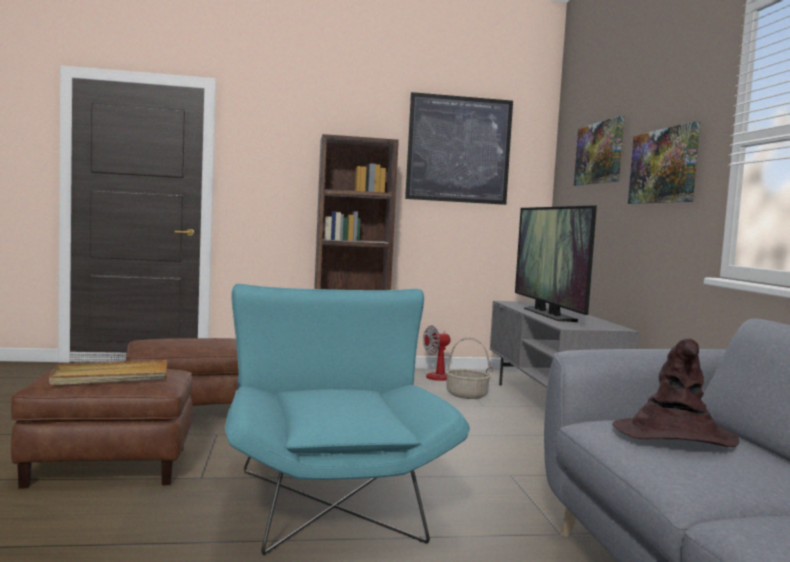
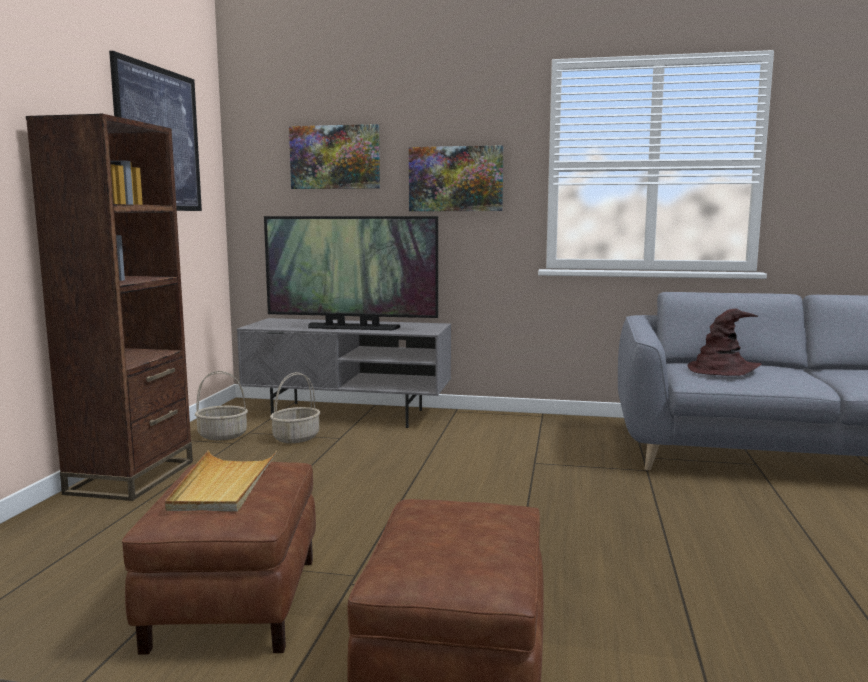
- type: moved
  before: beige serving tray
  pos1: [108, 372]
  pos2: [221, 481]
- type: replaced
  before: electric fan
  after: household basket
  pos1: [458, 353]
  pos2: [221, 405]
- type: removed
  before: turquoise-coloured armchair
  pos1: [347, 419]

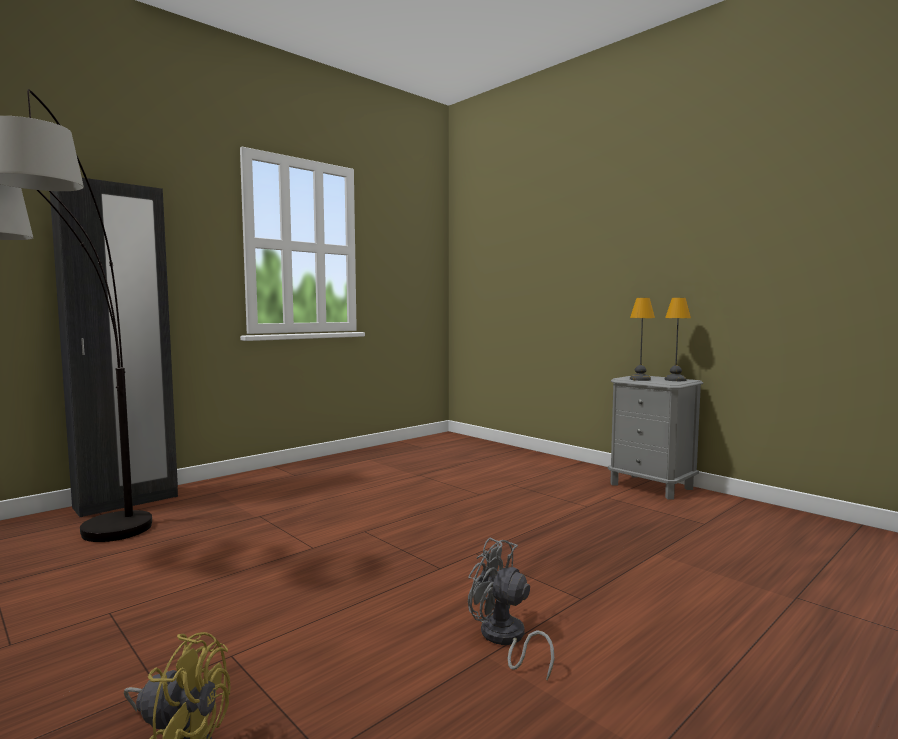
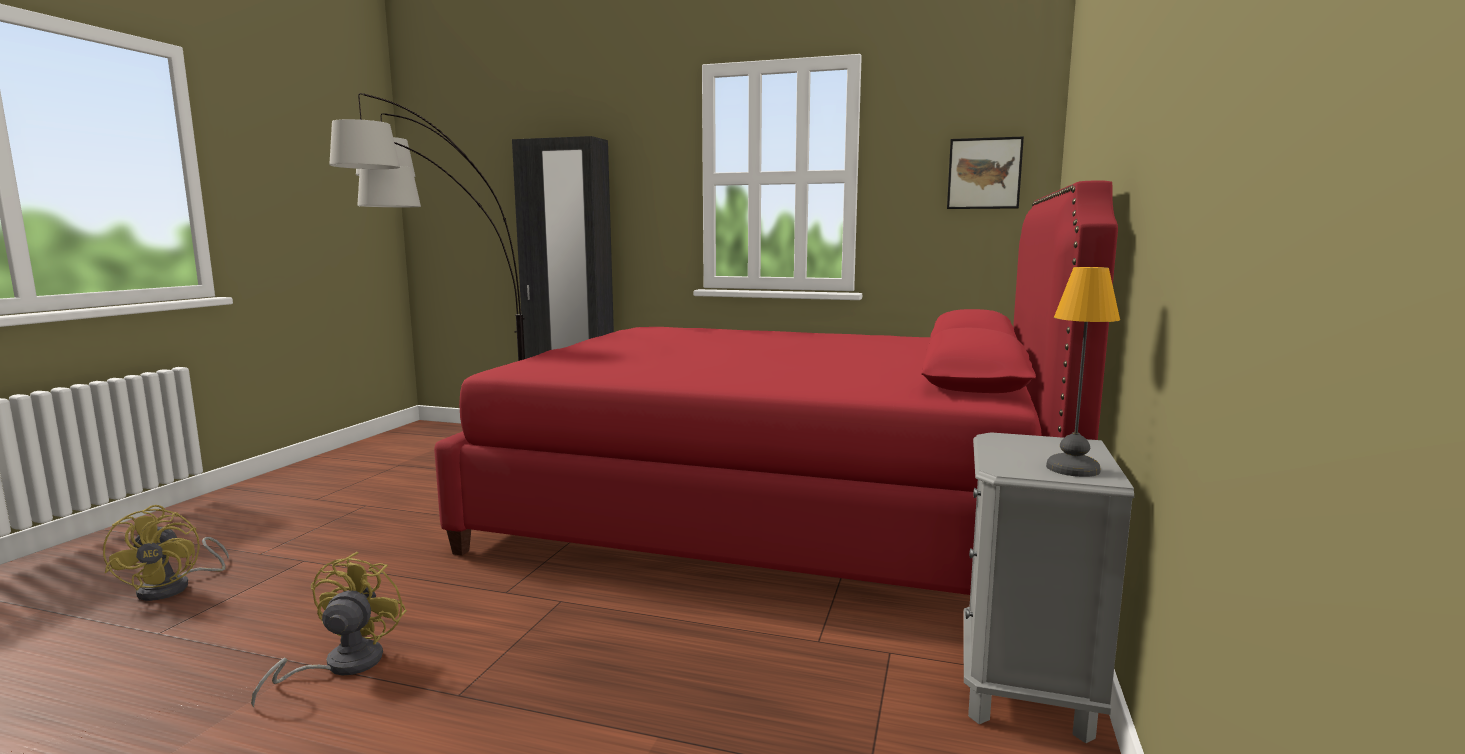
- type: recoloured
  before: grey electric fan
  after: yellow electric fan
  pos1: [511, 609]
  pos2: [329, 629]
- type: added
  after: reddish bedroom bed
  pos2: [776, 387]
- type: added
  after: wall picture
  pos2: [985, 172]
- type: removed
  before: lamp for a table
  pos1: [642, 339]

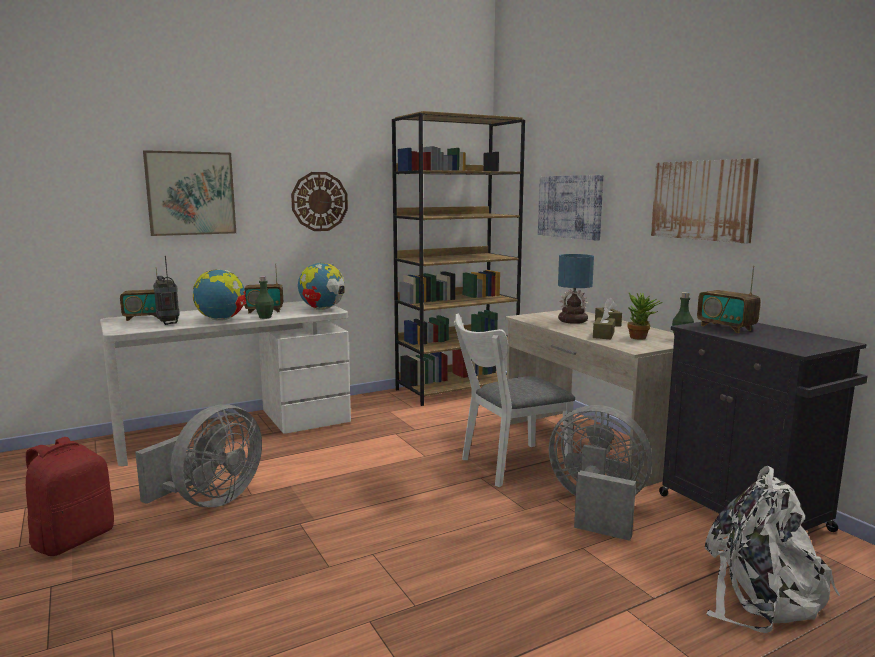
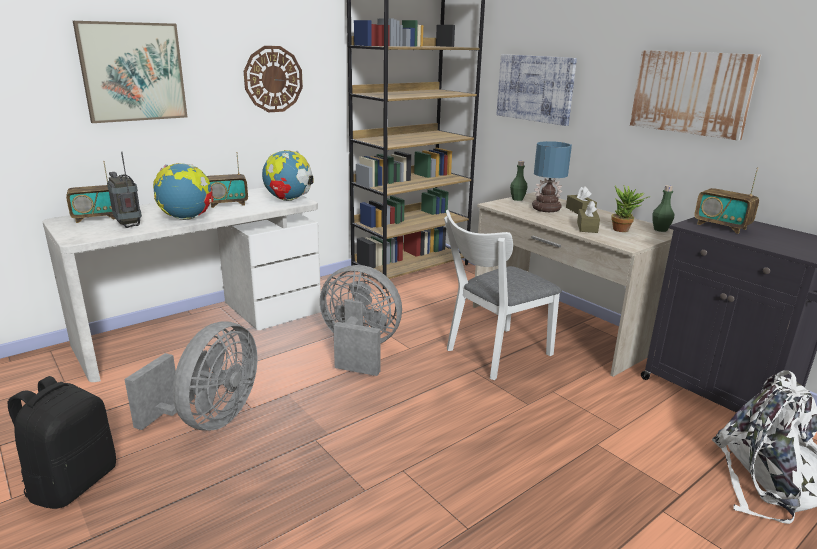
- type: recoloured
  before: reddish backpack
  after: black-coloured backpack
  pos1: [70, 496]
  pos2: [61, 442]
- type: moved
  before: grey electric fan
  pos1: [600, 473]
  pos2: [361, 320]
- type: moved
  before: green-coloured drink bottle
  pos1: [264, 297]
  pos2: [518, 181]

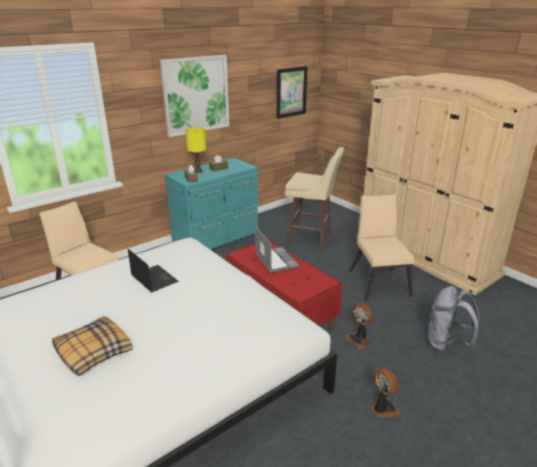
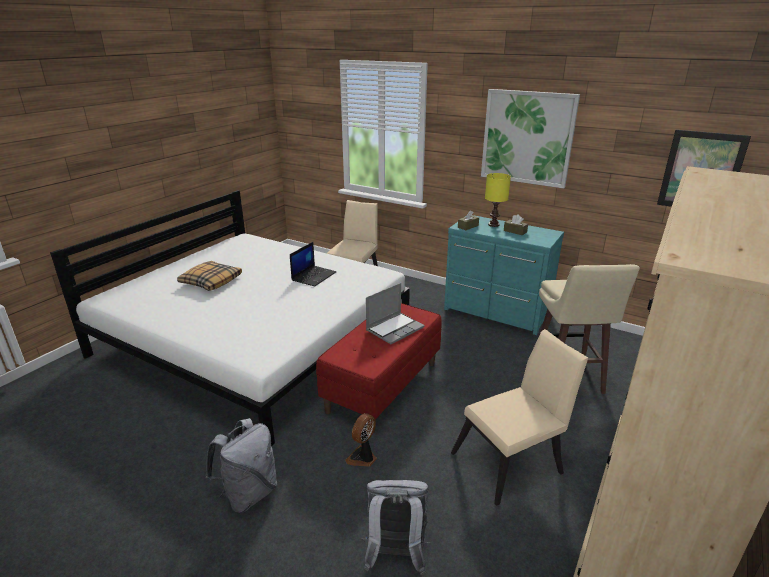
- type: replaced
  before: electric fan
  after: grey backpack
  pos1: [385, 392]
  pos2: [242, 465]

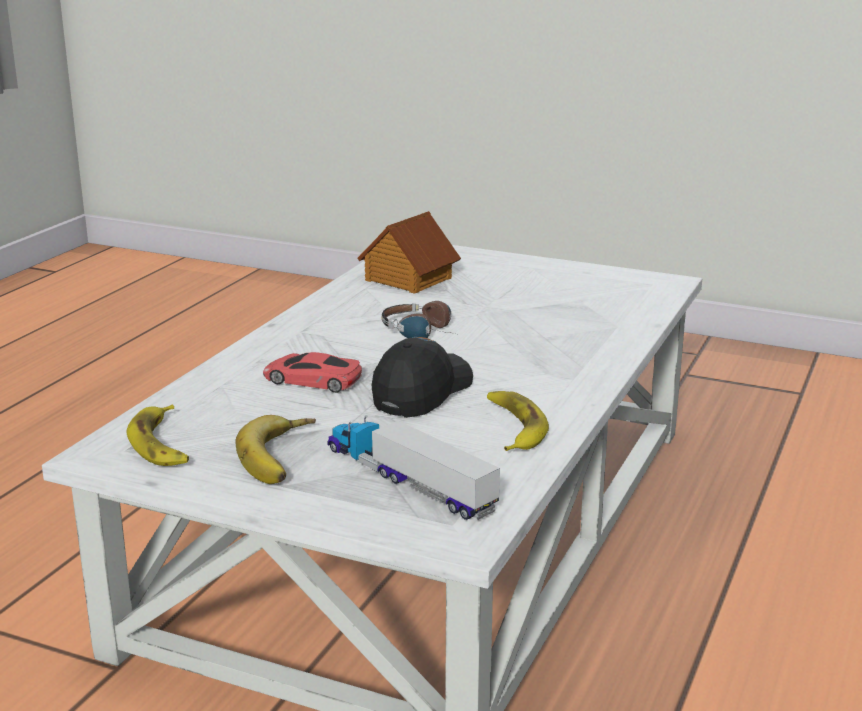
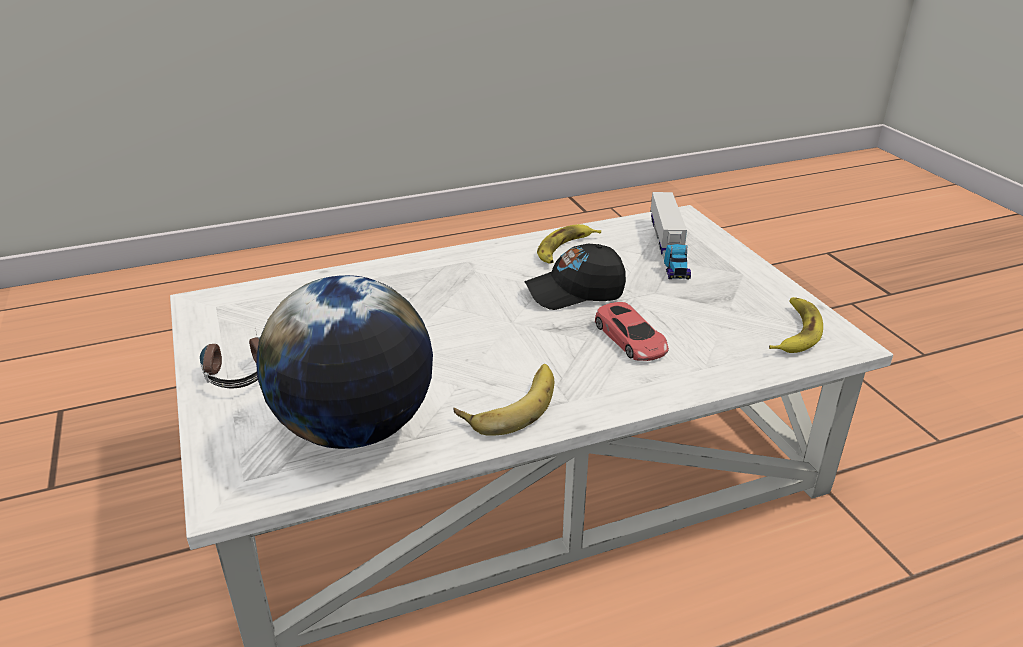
- type: moved
  before: headset
  pos1: [420, 319]
  pos2: [230, 357]
- type: replaced
  before: toy house
  after: desk globe
  pos1: [409, 252]
  pos2: [344, 362]
- type: moved
  before: banana fruit
  pos1: [275, 449]
  pos2: [503, 400]

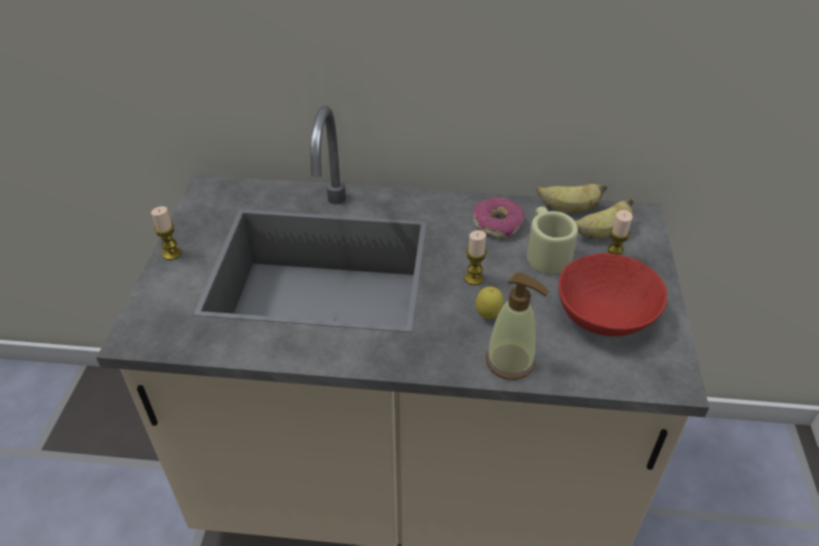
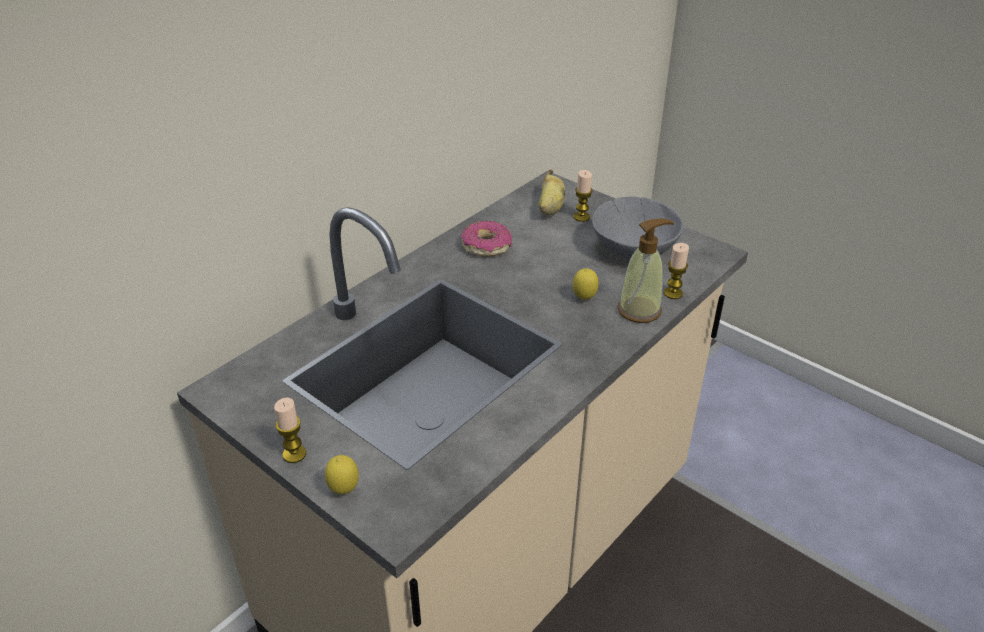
- type: added
  after: lemon
  pos2: [342, 474]
- type: recoloured
  before: reddish bowl
  after: grey bowl
  pos1: [613, 294]
  pos2: [638, 228]
- type: moved
  before: candle
  pos1: [476, 257]
  pos2: [676, 271]
- type: removed
  before: beige coffee mug
  pos1: [552, 240]
- type: removed
  before: banana fruit
  pos1: [572, 198]

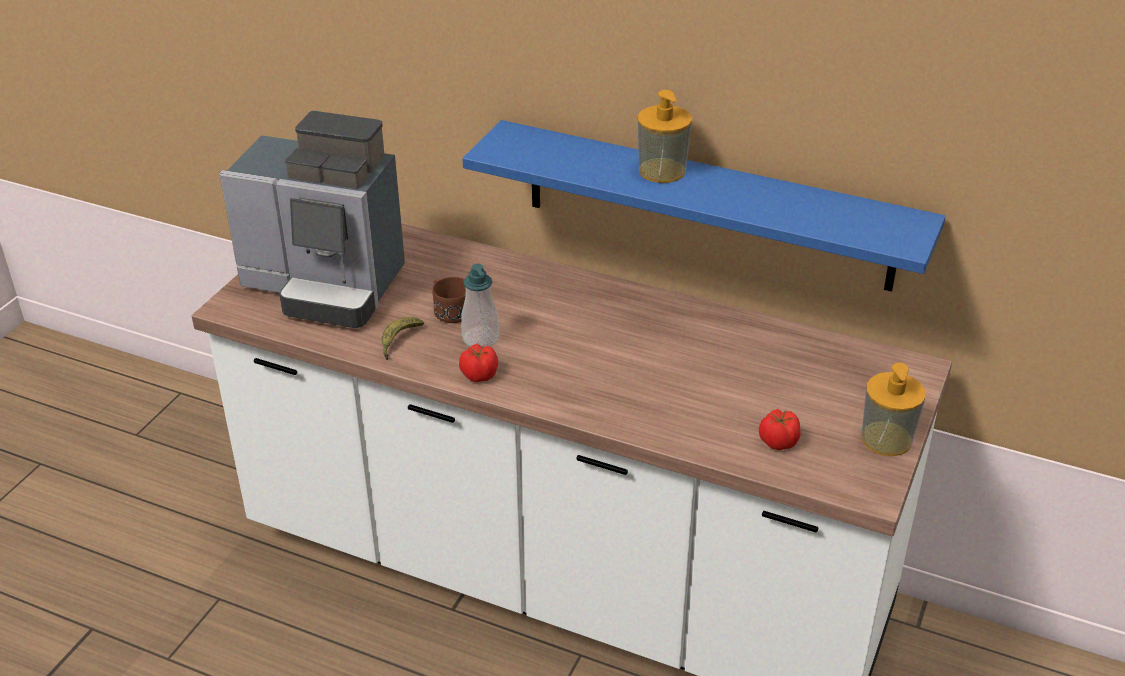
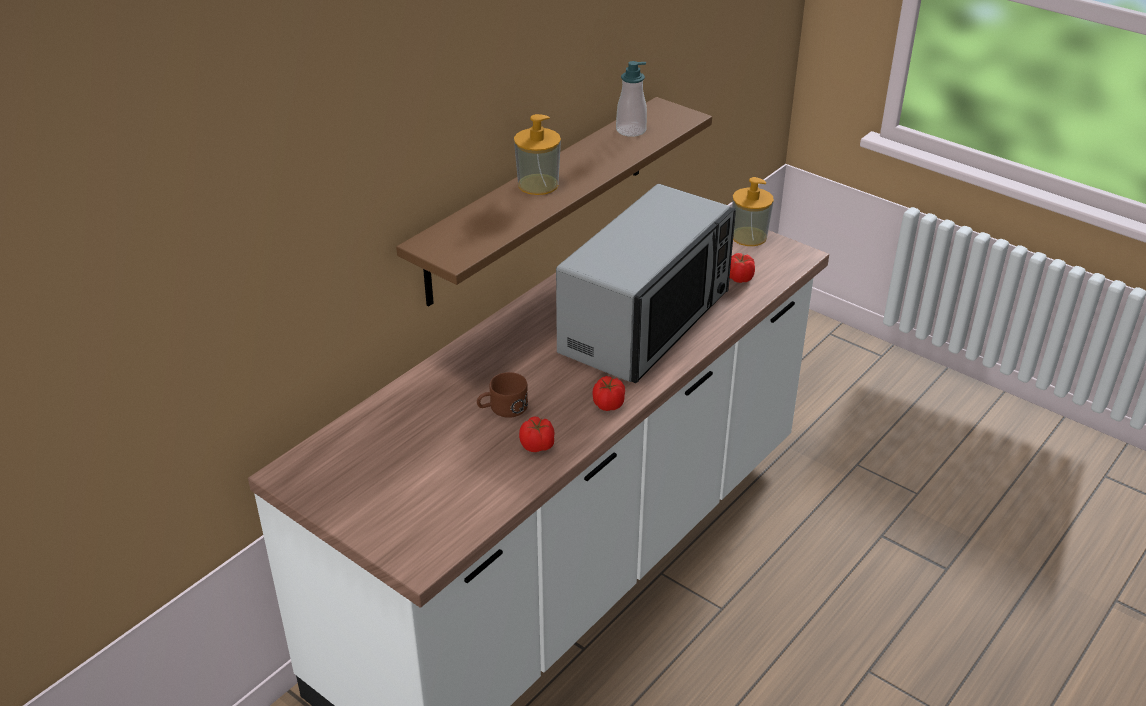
- type: recoloured
  before: bluish wall shelf
  after: brown-coloured wall shelf
  pos1: [704, 206]
  pos2: [554, 202]
- type: replaced
  before: banana fruit
  after: tomato
  pos1: [402, 338]
  pos2: [536, 434]
- type: added
  after: kitchen microwave
  pos2: [646, 283]
- type: moved
  before: soap dispenser
  pos1: [480, 305]
  pos2: [631, 99]
- type: removed
  before: coffee maker
  pos1: [312, 219]

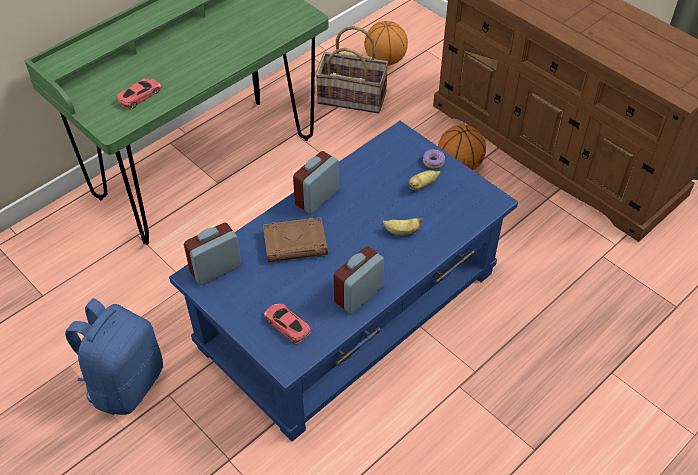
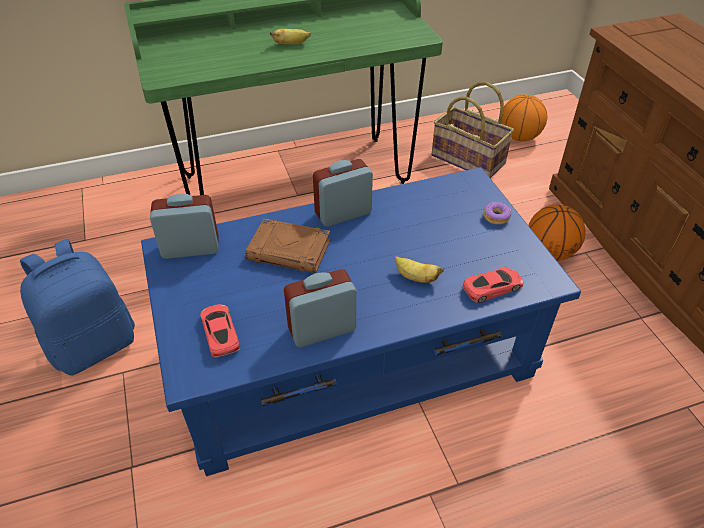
- type: moved
  before: banana fruit
  pos1: [425, 180]
  pos2: [290, 36]
- type: moved
  before: reddish model car
  pos1: [139, 93]
  pos2: [493, 285]

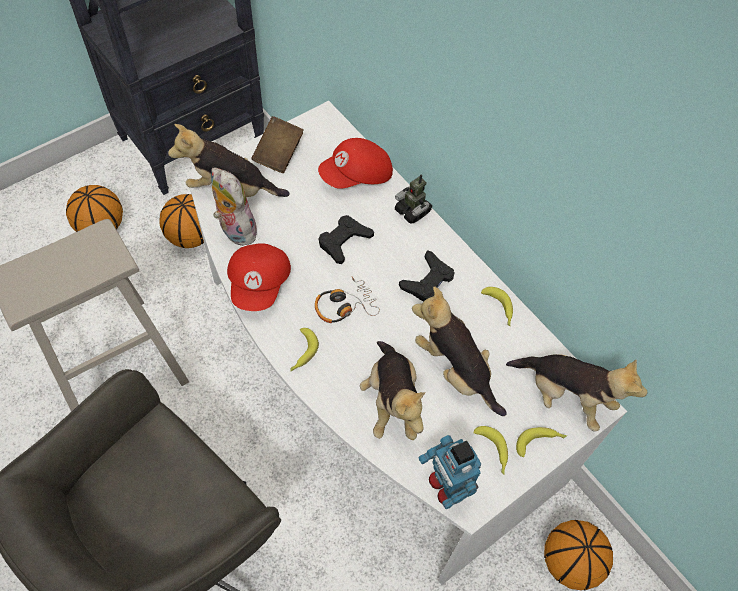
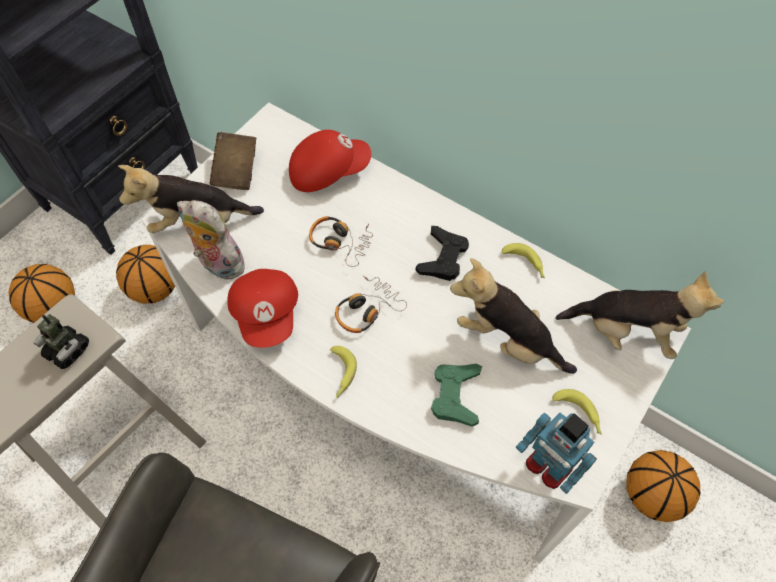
- type: moved
  before: toy robot
  pos1: [413, 198]
  pos2: [61, 341]
- type: turned
  before: reddish cap
  pos1: [355, 163]
  pos2: [330, 161]
  turn: -150
- type: replaced
  before: black-coloured gamepad
  after: headset
  pos1: [346, 239]
  pos2: [341, 241]
- type: replaced
  before: plush toy
  after: green-coloured gamepad
  pos1: [393, 390]
  pos2: [456, 395]
- type: removed
  before: banana fruit
  pos1: [541, 442]

